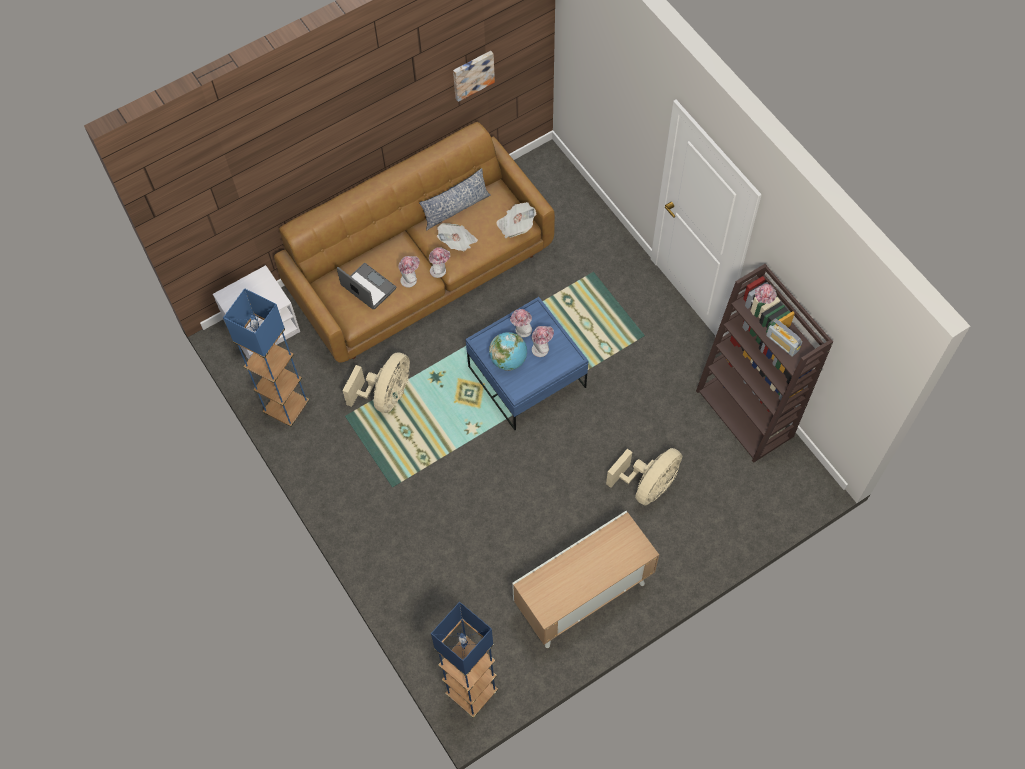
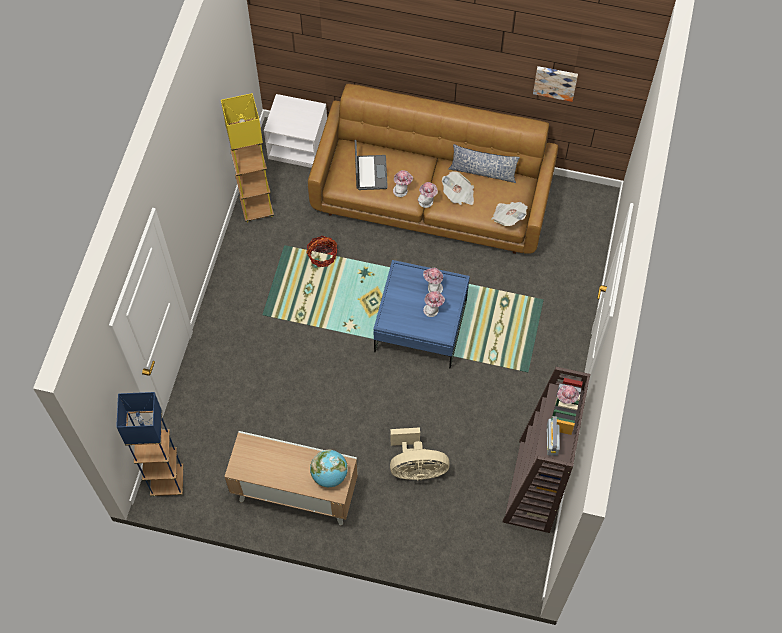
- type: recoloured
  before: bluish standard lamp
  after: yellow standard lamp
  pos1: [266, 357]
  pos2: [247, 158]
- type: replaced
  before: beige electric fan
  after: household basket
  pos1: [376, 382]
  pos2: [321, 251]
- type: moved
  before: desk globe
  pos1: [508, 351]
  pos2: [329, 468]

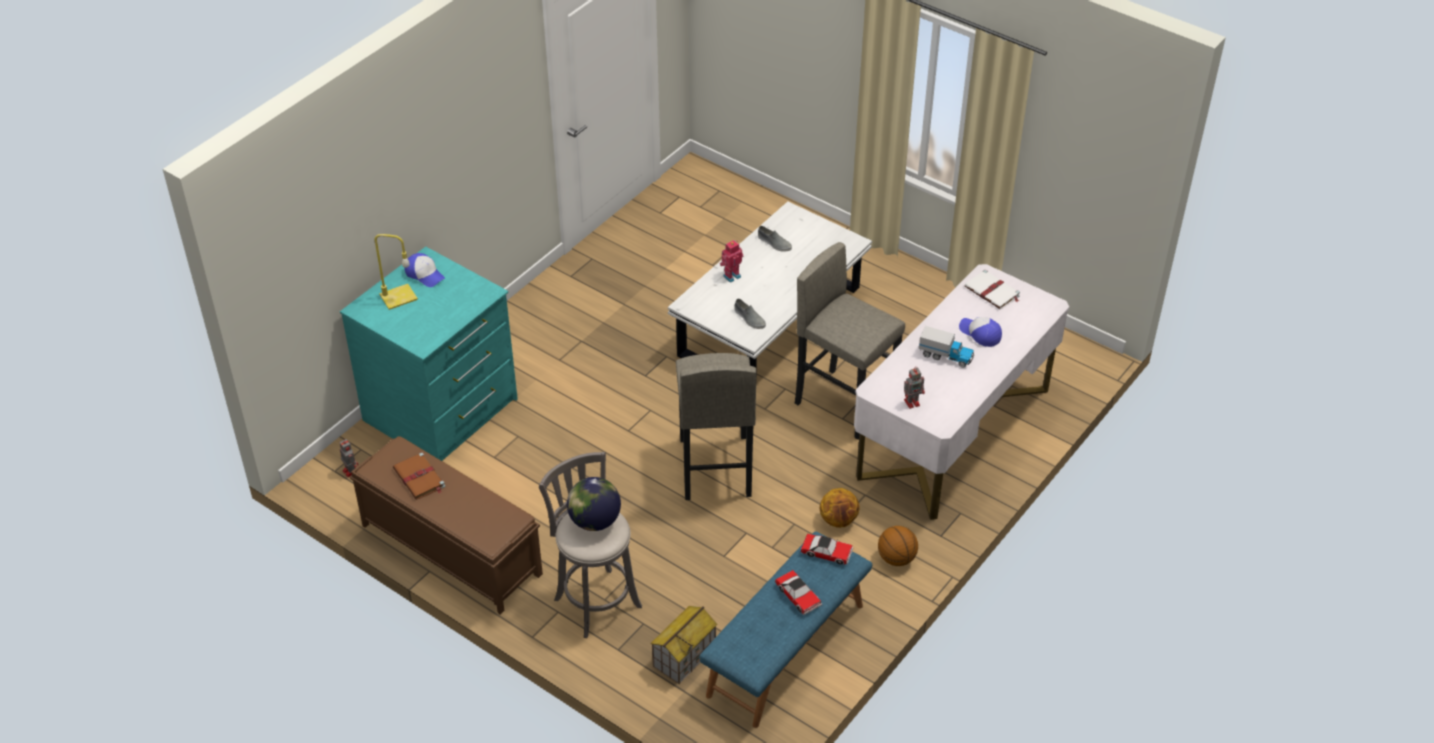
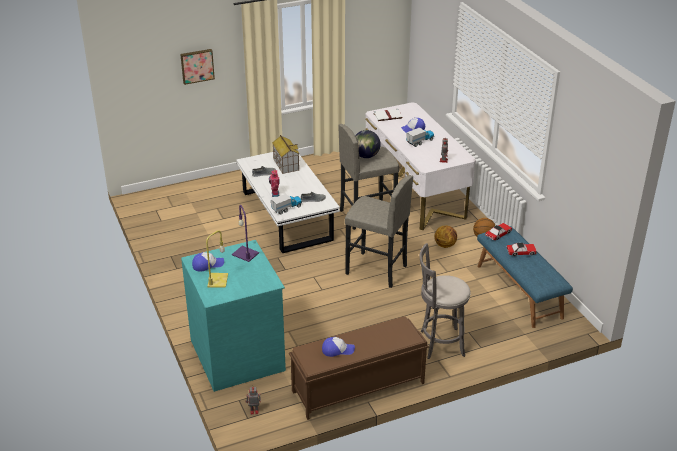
- type: added
  after: wall picture
  pos2: [197, 67]
- type: added
  after: purplish lamp for a table
  pos2: [245, 233]
- type: added
  after: model truck
  pos2: [286, 204]
- type: moved
  before: toy house
  pos1: [684, 645]
  pos2: [286, 154]
- type: replaced
  before: brown-coloured volume
  after: cap
  pos1: [419, 476]
  pos2: [338, 347]
- type: moved
  before: desk globe
  pos1: [594, 504]
  pos2: [368, 144]

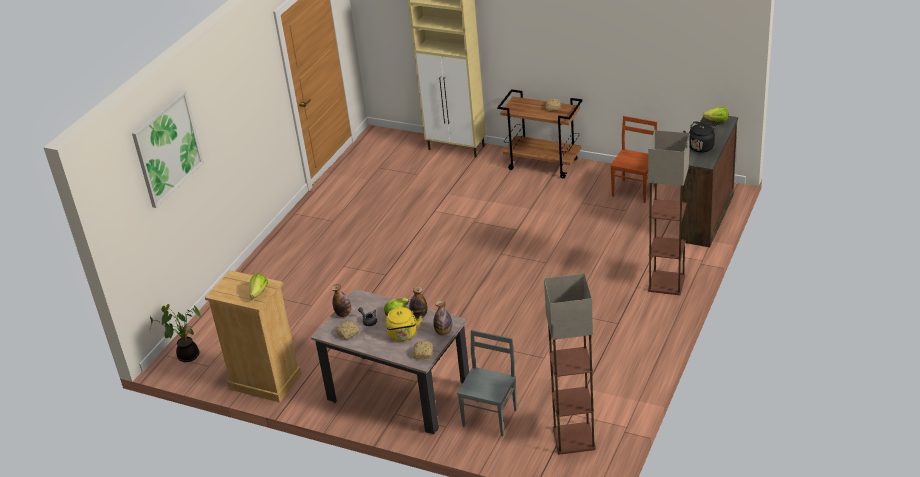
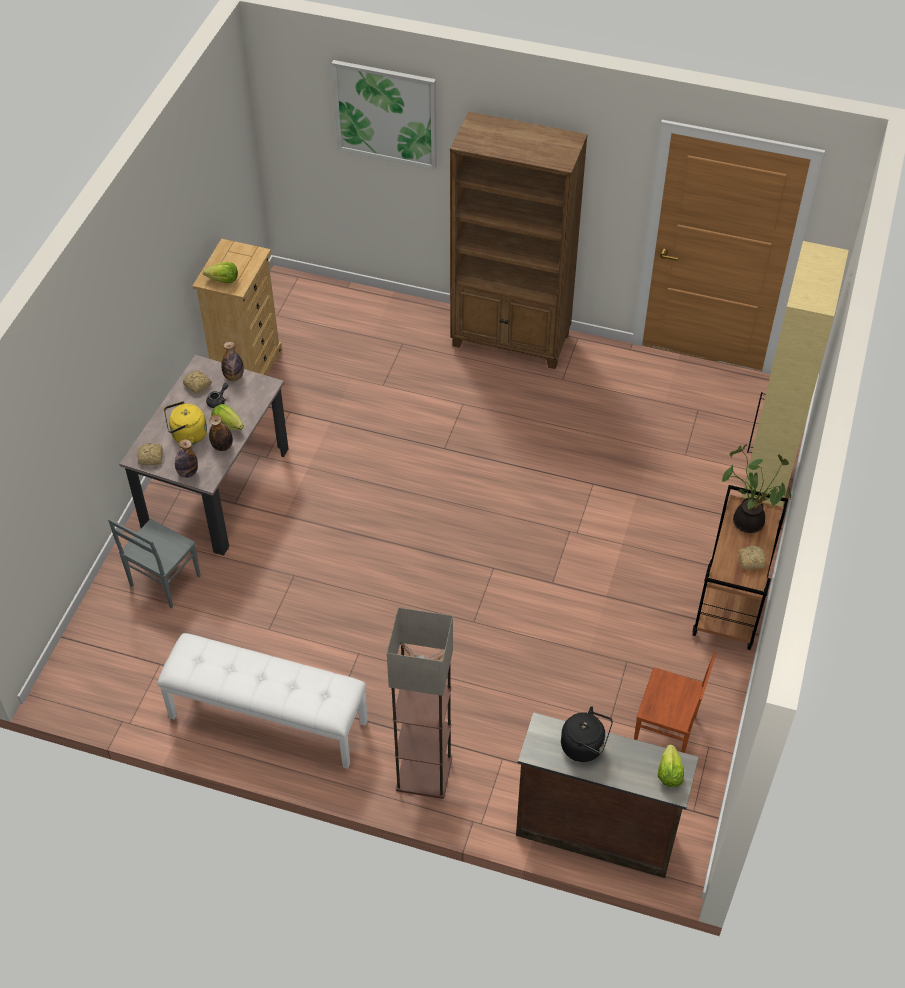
- type: turned
  before: grey plain chair
  pos1: [487, 383]
  pos2: [154, 563]
  turn: 105
- type: added
  after: white-coloured long seat
  pos2: [262, 701]
- type: added
  after: brown-coloured bookcase
  pos2: [519, 240]
- type: moved
  before: plant in a pot
  pos1: [176, 333]
  pos2: [756, 488]
- type: removed
  before: standard lamp
  pos1: [570, 364]

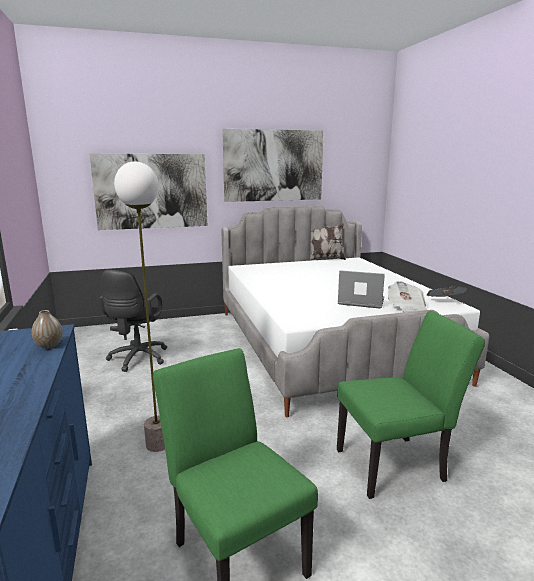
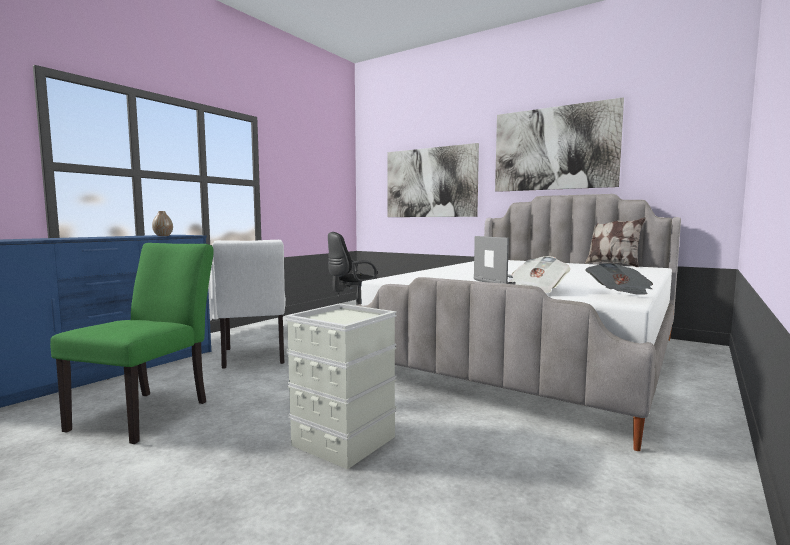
- type: replaced
  before: standard lamp
  after: white-coloured plain chair
  pos1: [139, 306]
  pos2: [249, 304]
- type: replaced
  before: green-coloured plain chair
  after: grey storage container
  pos1: [411, 405]
  pos2: [341, 386]

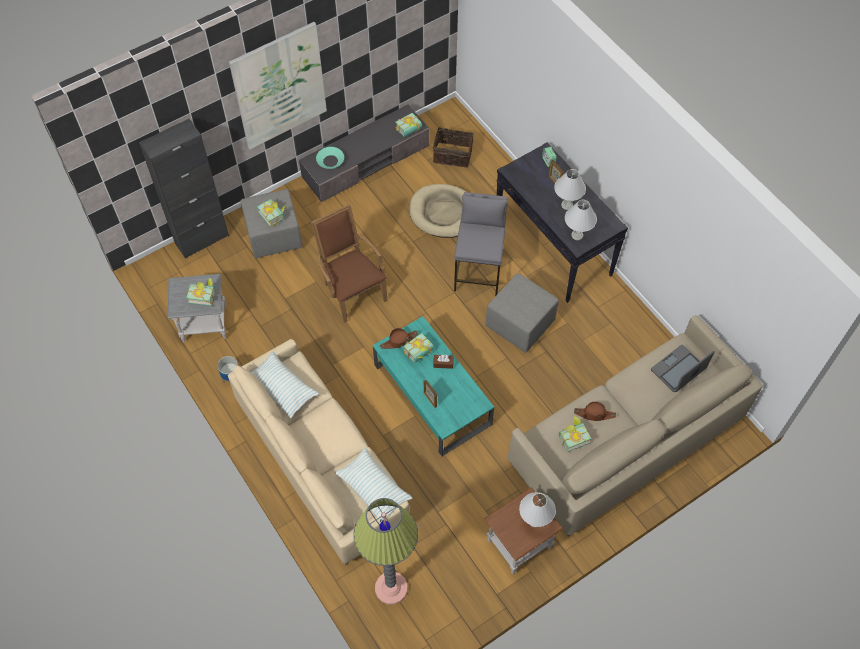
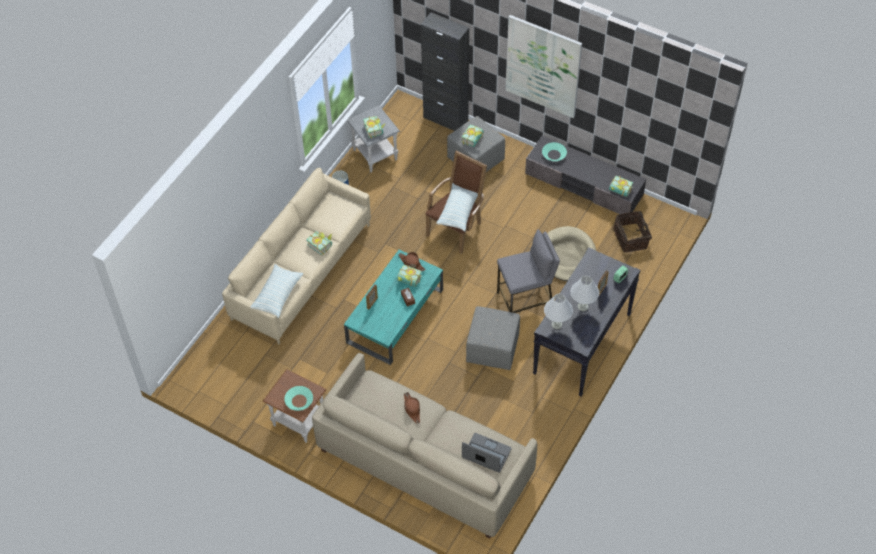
- type: replaced
  before: white-coloured lamp for a table
  after: turquoise-coloured bowl
  pos1: [537, 509]
  pos2: [298, 398]
- type: moved
  before: volume
  pos1: [575, 434]
  pos2: [319, 243]
- type: moved
  before: pillow
  pos1: [285, 384]
  pos2: [457, 207]
- type: removed
  before: standard lamp
  pos1: [385, 551]

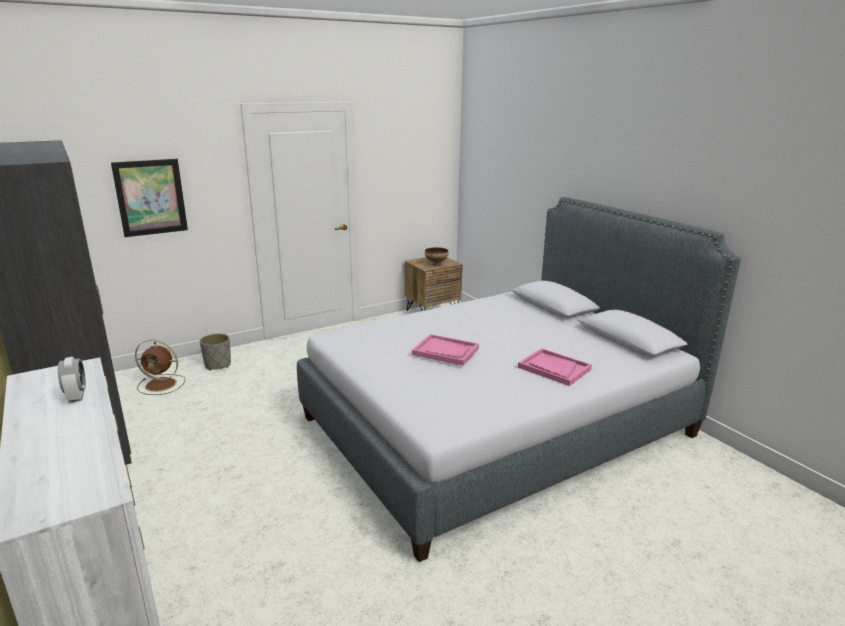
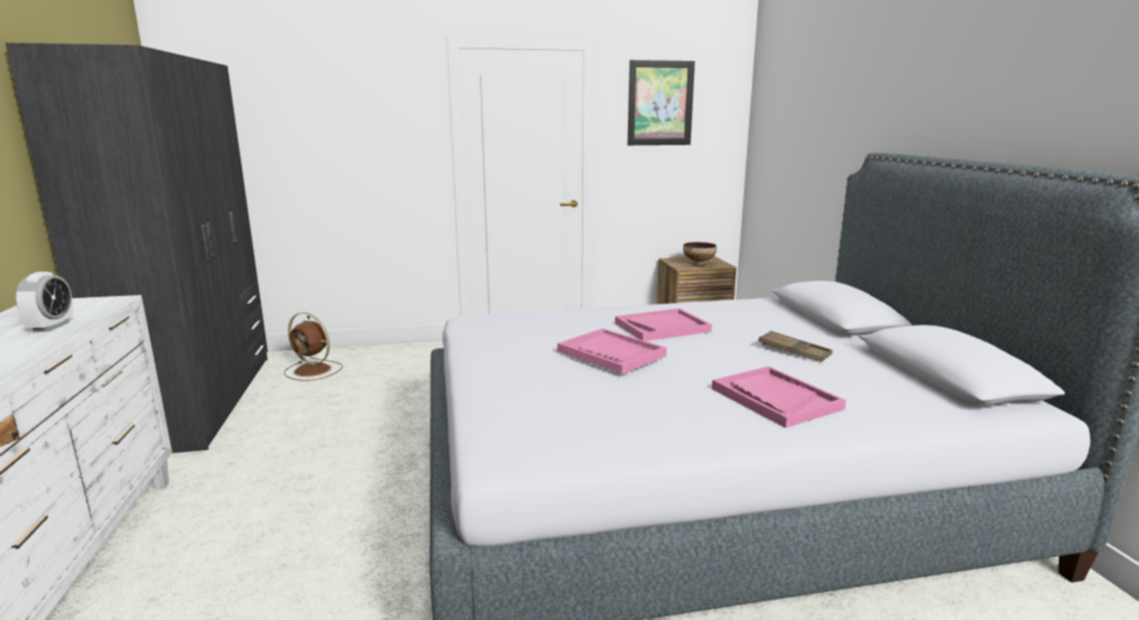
- type: added
  after: pinkish serving tray
  pos2: [663, 324]
- type: moved
  before: wall picture
  pos1: [149, 198]
  pos2: [661, 102]
- type: added
  after: brown-coloured serving tray
  pos2: [796, 346]
- type: removed
  before: grey plant pot
  pos1: [215, 352]

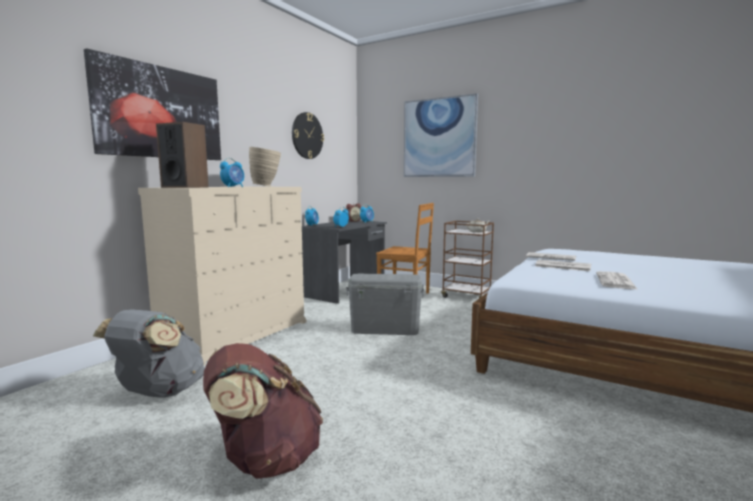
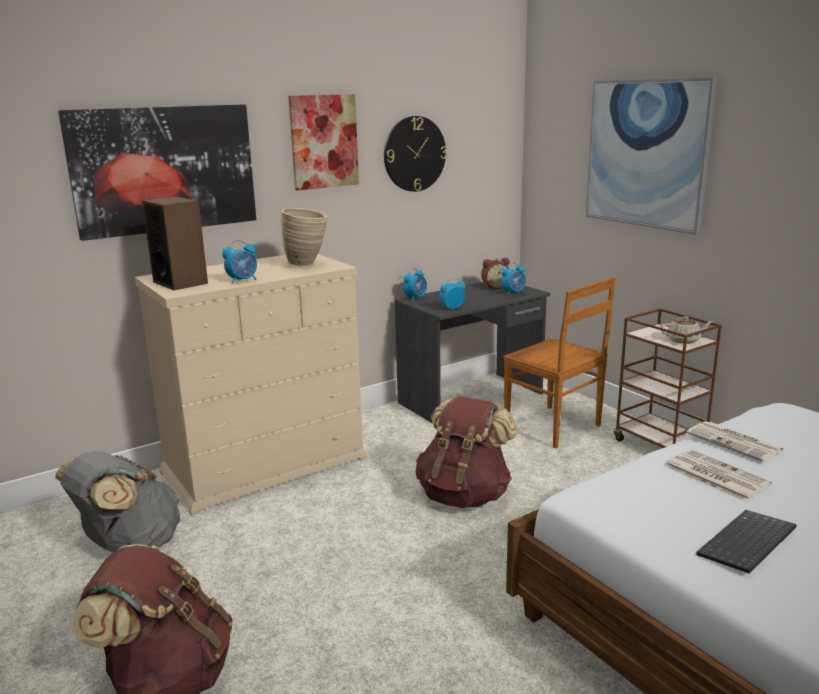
- type: added
  after: wall picture
  pos2: [323, 142]
- type: replaced
  before: grey storage container
  after: brown-coloured backpack
  pos1: [385, 304]
  pos2: [466, 452]
- type: replaced
  before: newspaper
  after: computer keyboard
  pos1: [617, 280]
  pos2: [746, 542]

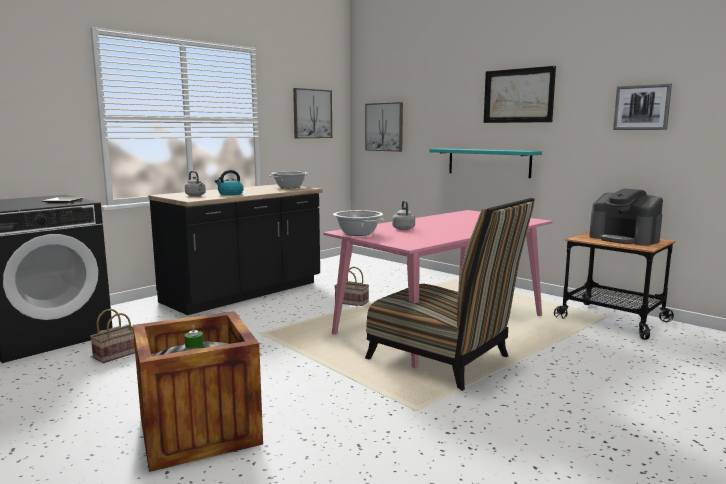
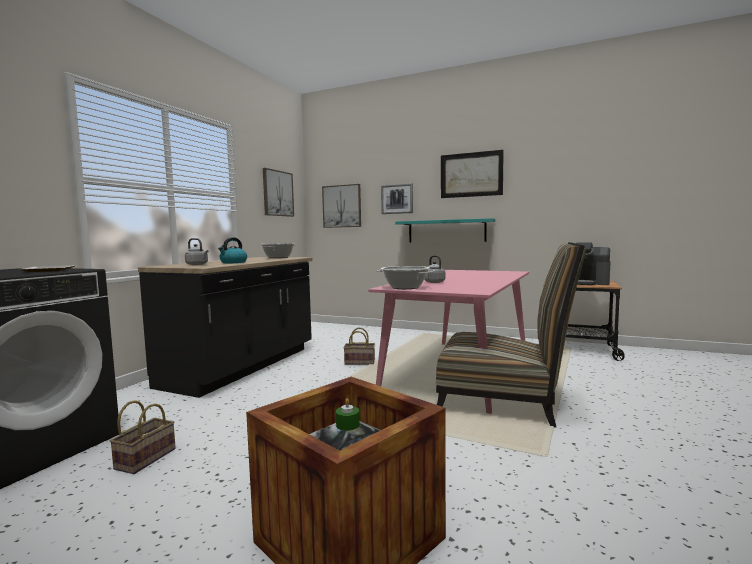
- type: moved
  before: wall picture
  pos1: [642, 107]
  pos2: [397, 199]

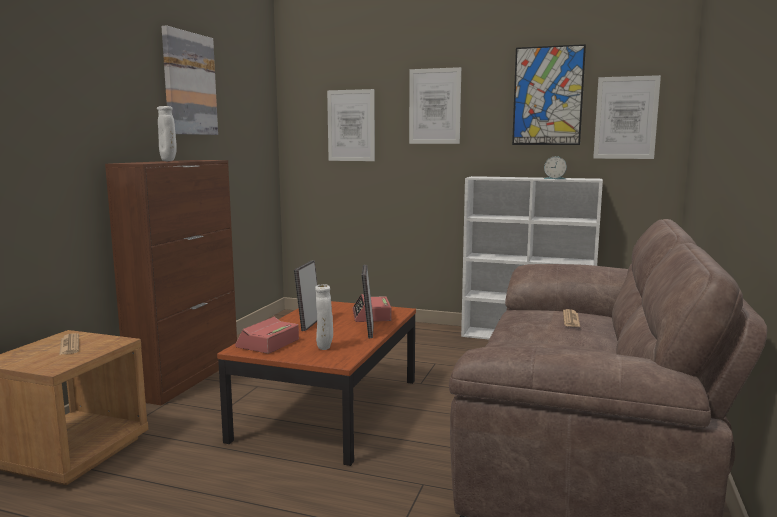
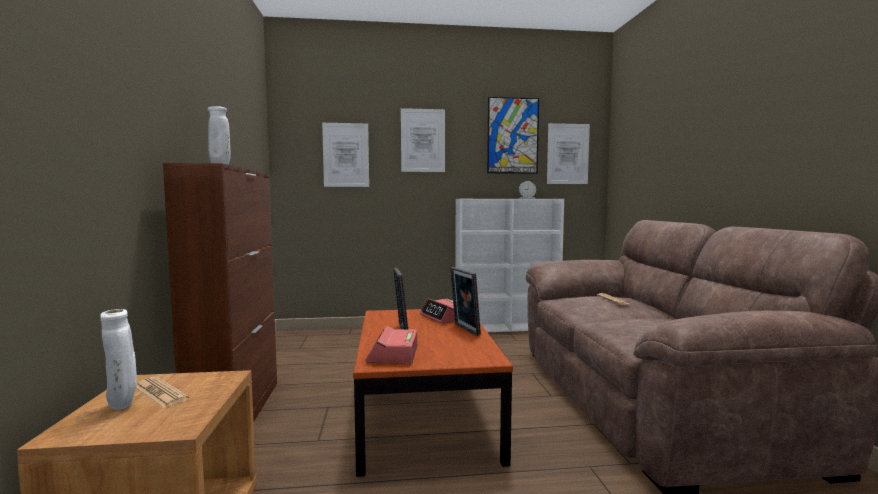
- type: moved
  before: white-coloured decorative vase
  pos1: [324, 317]
  pos2: [118, 359]
- type: removed
  before: wall picture
  pos1: [189, 80]

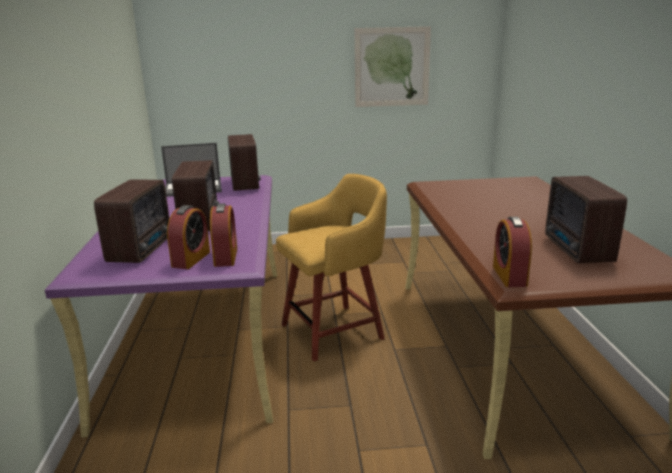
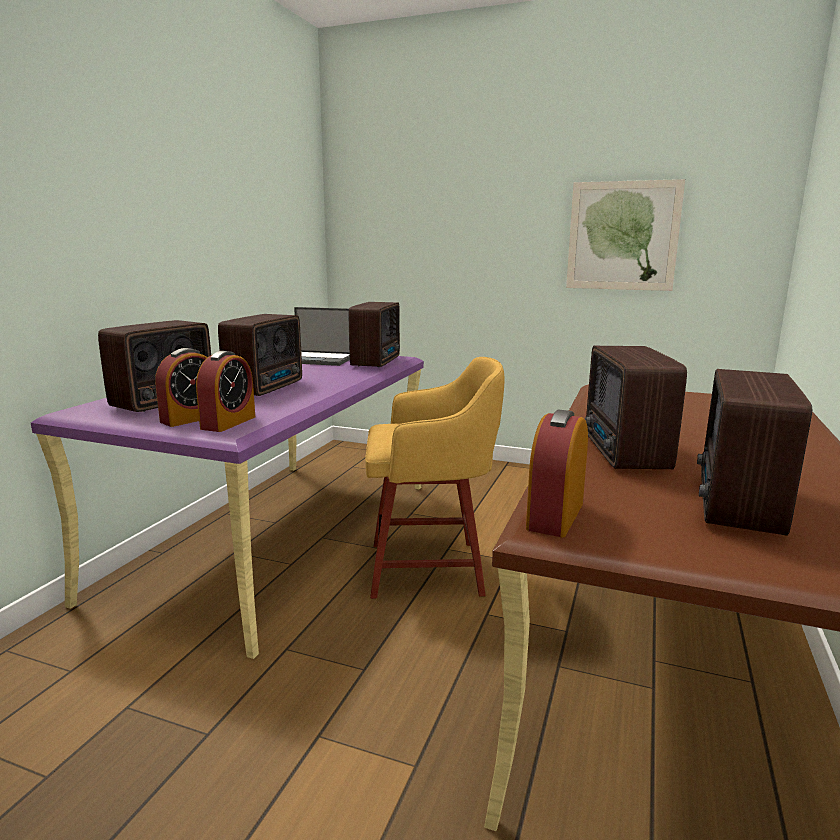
- type: added
  after: radio set
  pos2: [636, 407]

